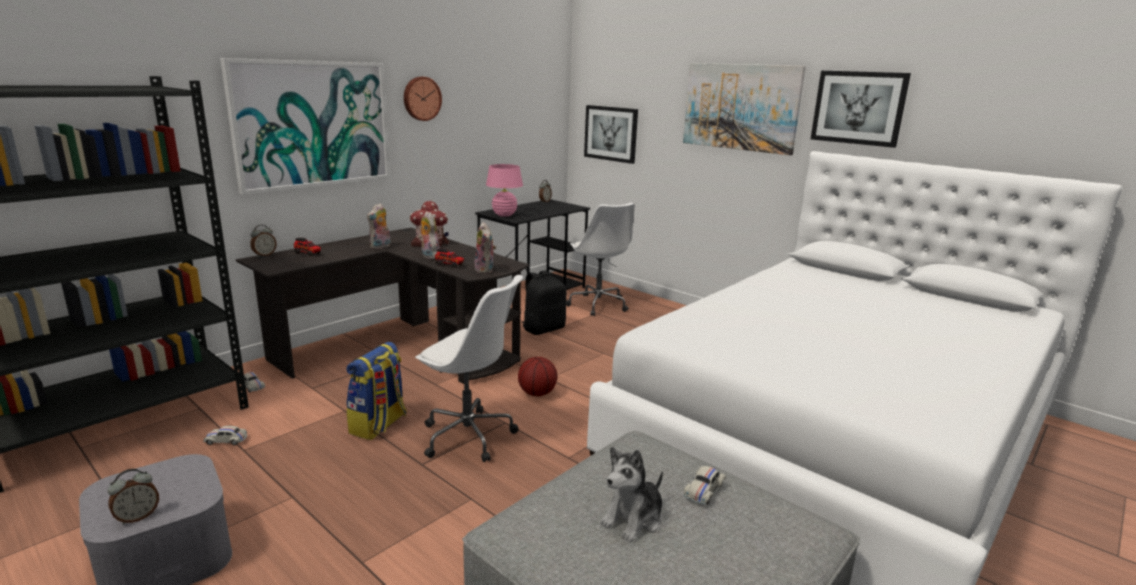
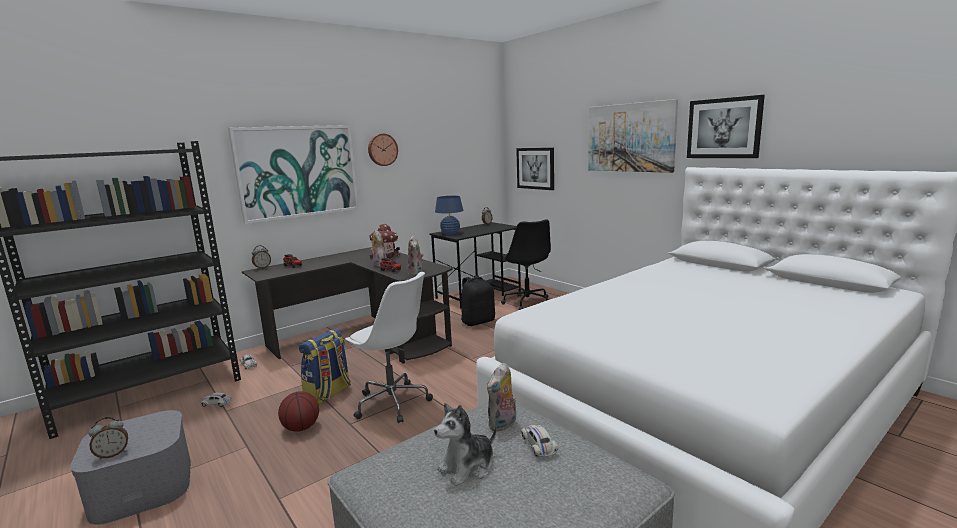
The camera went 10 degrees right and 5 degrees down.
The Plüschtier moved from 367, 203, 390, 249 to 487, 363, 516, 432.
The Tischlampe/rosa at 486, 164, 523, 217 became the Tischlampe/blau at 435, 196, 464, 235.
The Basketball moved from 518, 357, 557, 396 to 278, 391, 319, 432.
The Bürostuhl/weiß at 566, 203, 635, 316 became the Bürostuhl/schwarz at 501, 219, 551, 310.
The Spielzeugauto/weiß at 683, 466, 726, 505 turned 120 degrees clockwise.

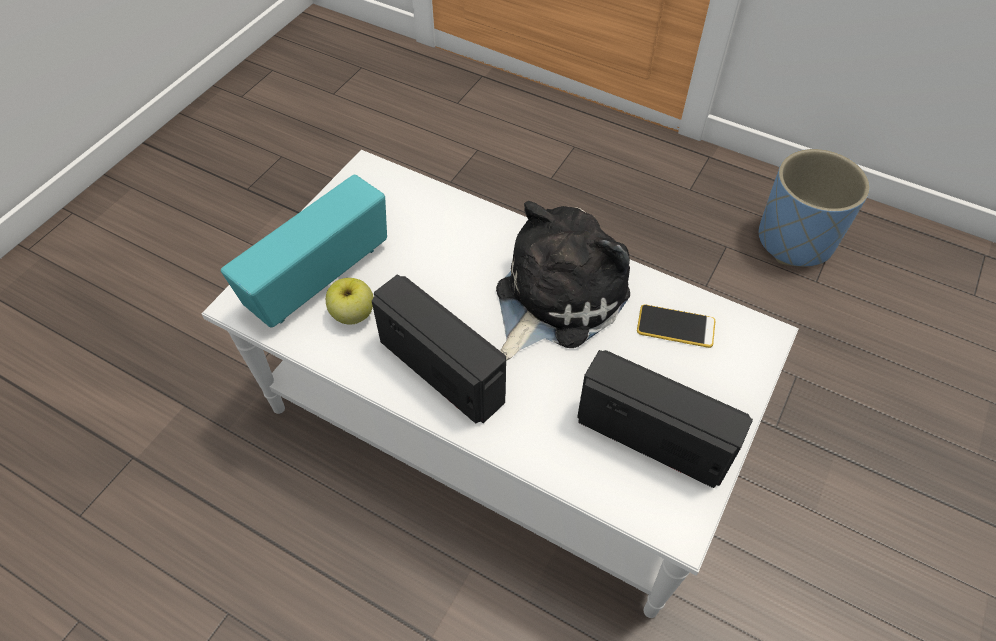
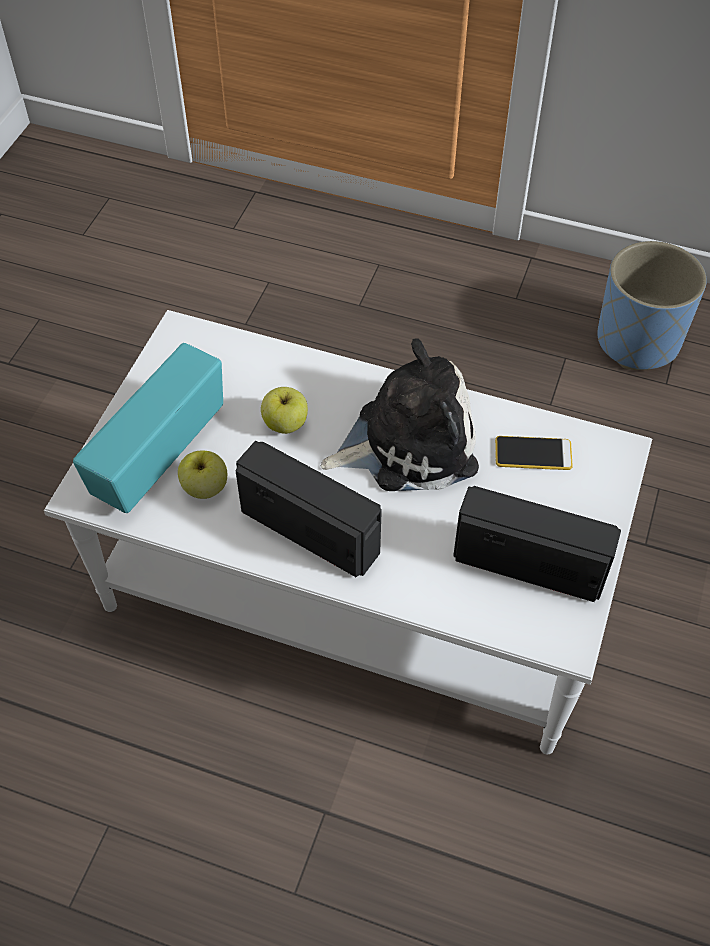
The camera went 10 degrees left and 0 degrees up.
The Plüschtier at 496, 201, 630, 360 turned 45 degrees clockwise.
The Apfel at 261, 387, 308, 434 appeared.

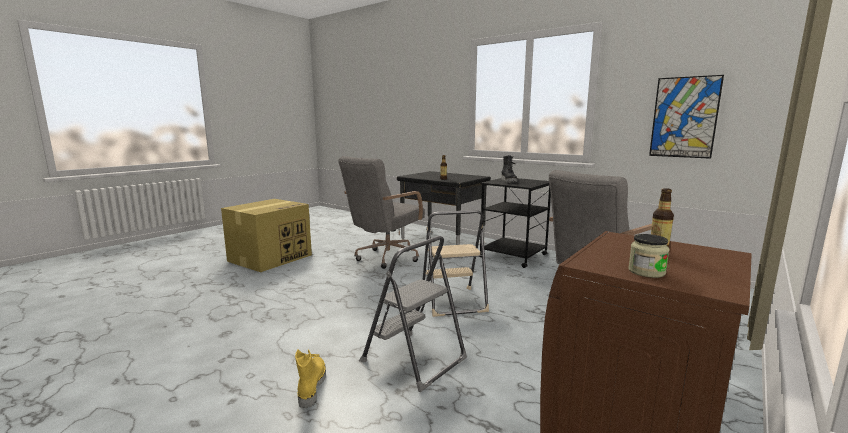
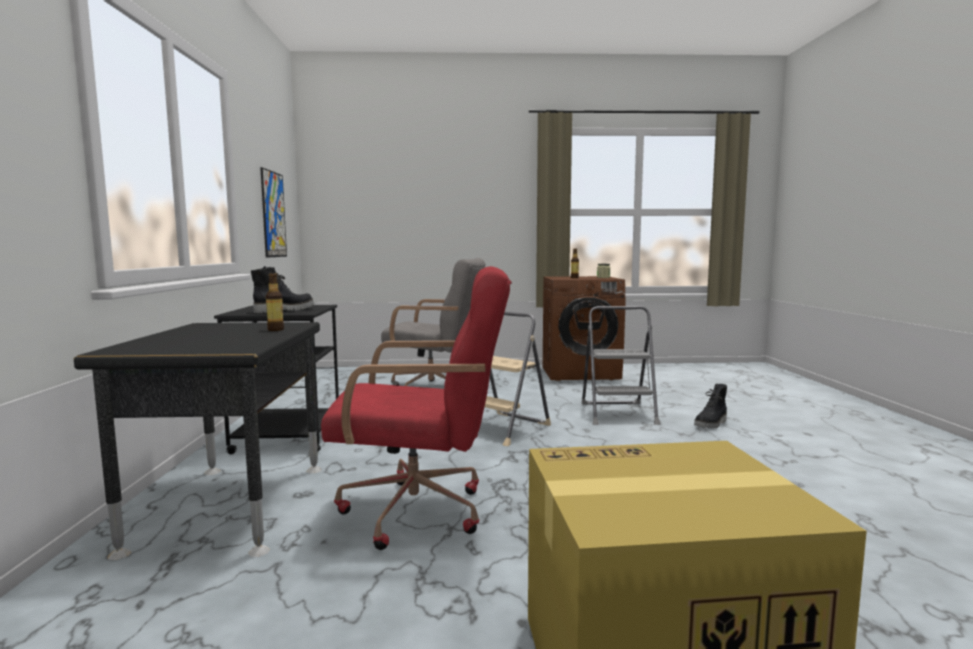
The camera went 130 degrees left and 5 degrees down.
The Stiefel/gelb at 295, 349, 326, 408 became the Stiefel/schwarz at 694, 384, 727, 428.
The Bürostuhl/grau at 338, 156, 425, 269 became the Bürostuhl/rot at 321, 266, 512, 550.

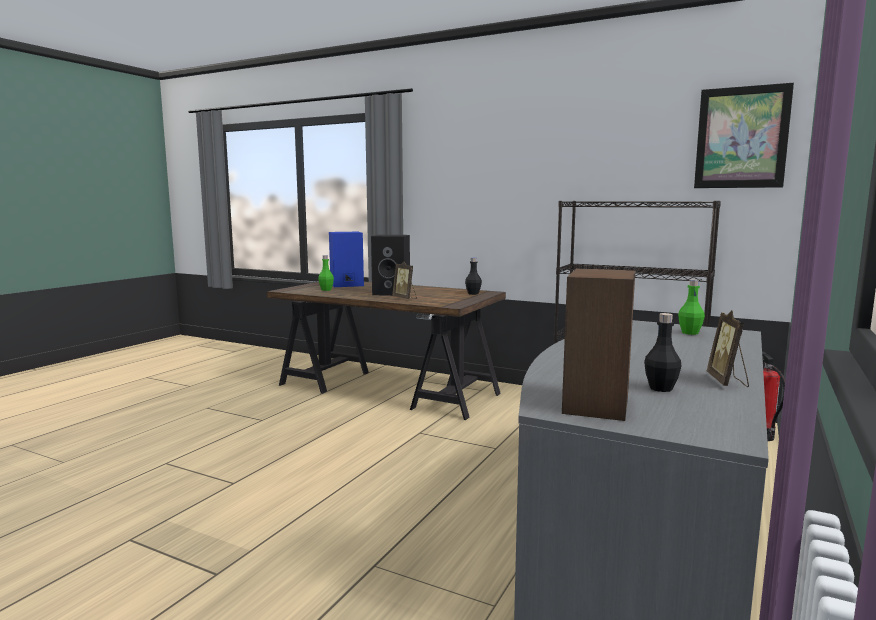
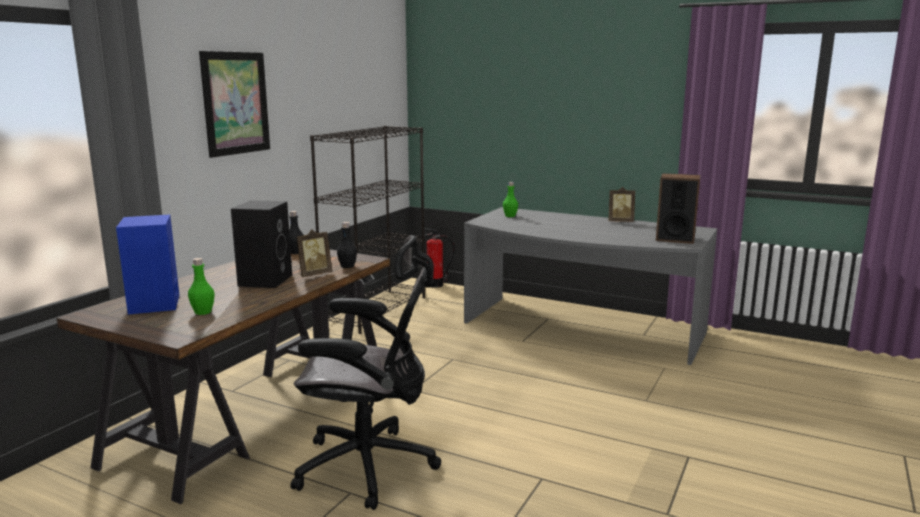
The camera went 90 degrees left and 5 degrees up.
The Flasche/schwarz moved from 644, 313, 681, 392 to 337, 222, 357, 268.
The Bild moved from 694, 83, 794, 188 to 199, 51, 270, 158.
The Bürostuhl at 290, 235, 441, 510 appeared.

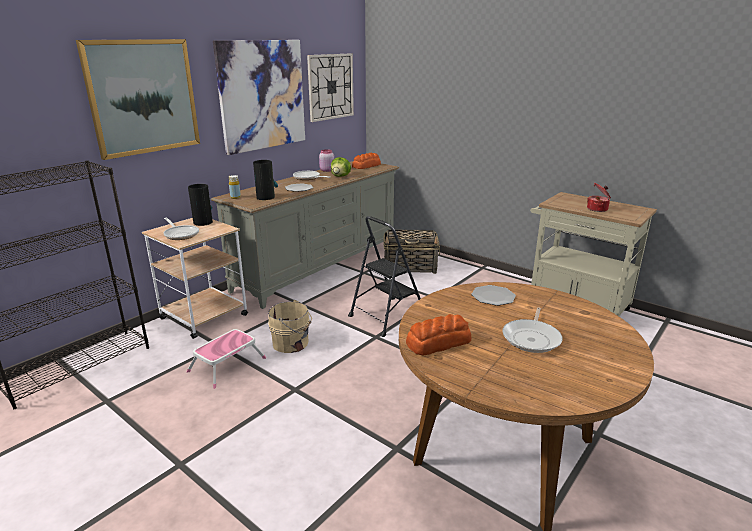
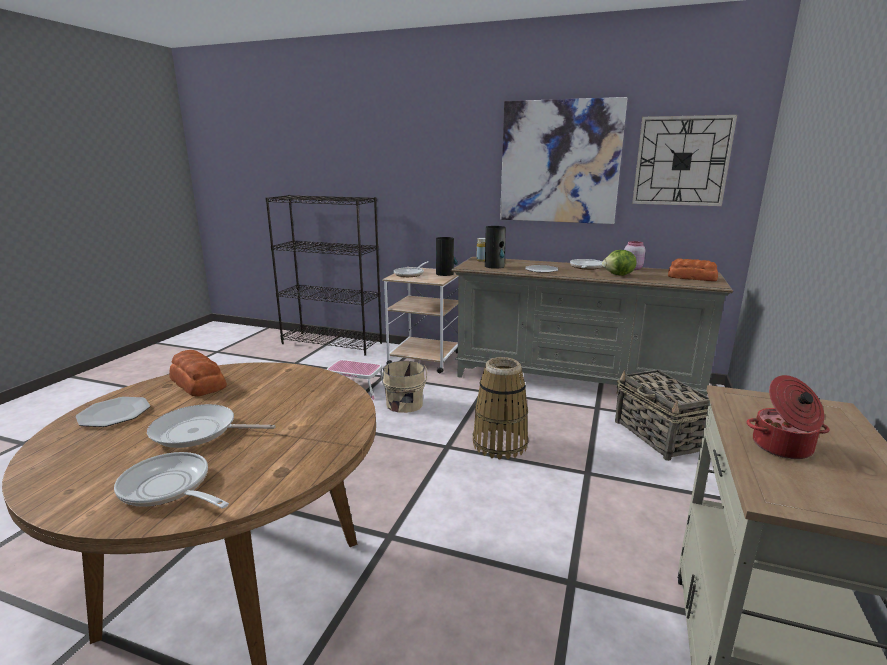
The camera went 70 degrees right and 5 degrees down.
The Bild at 76, 39, 200, 160 disappeared.
The Trittleiter/schwarz at 348, 216, 421, 337 was replaced by the Korb at 473, 357, 529, 459.
The Teller moved from 471, 285, 516, 306 to 76, 397, 150, 427.
The Pfanne at 114, 452, 229, 508 appeared.

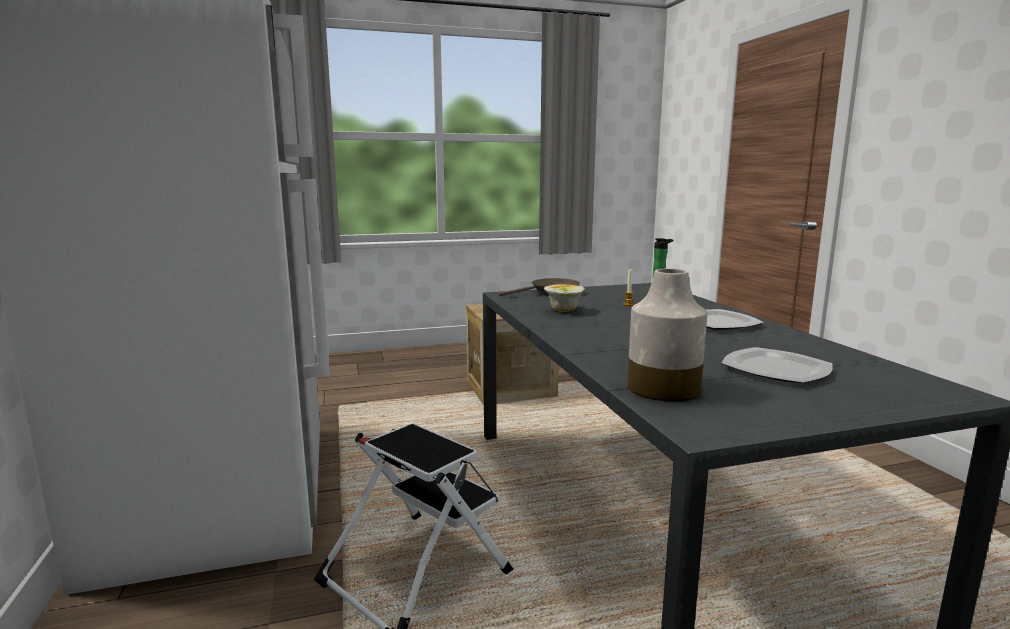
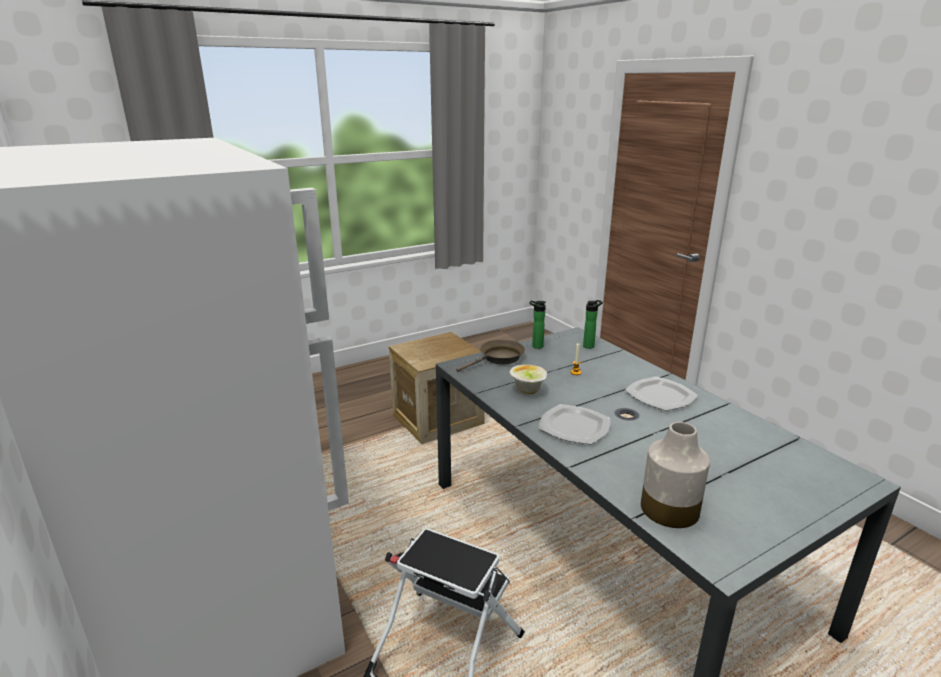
The camera went 15 degrees left and 10 degrees up.
The Teller moved from 722, 347, 832, 383 to 538, 404, 610, 444.
The Flasche at 530, 301, 546, 349 appeared.

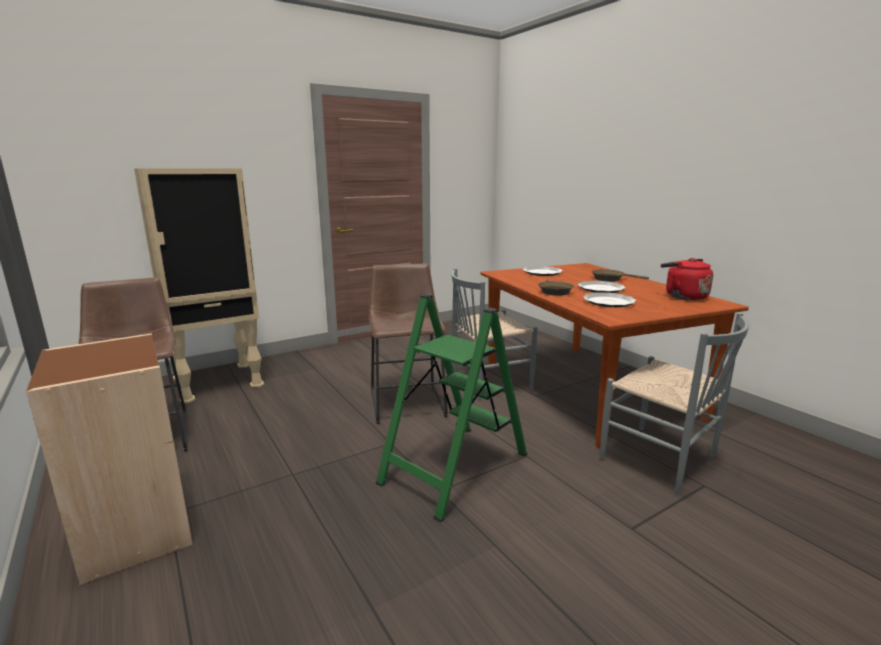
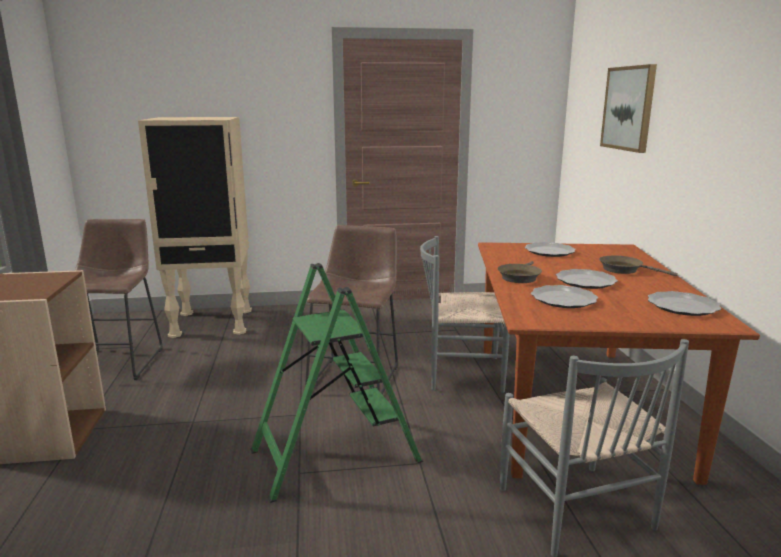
The camera went 25 degrees right and 0 degrees up.
The Wasserkessel/rot at 661, 258, 713, 300 was replaced by the Teller at 648, 291, 722, 316.
The Bild at 600, 64, 657, 153 appeared.

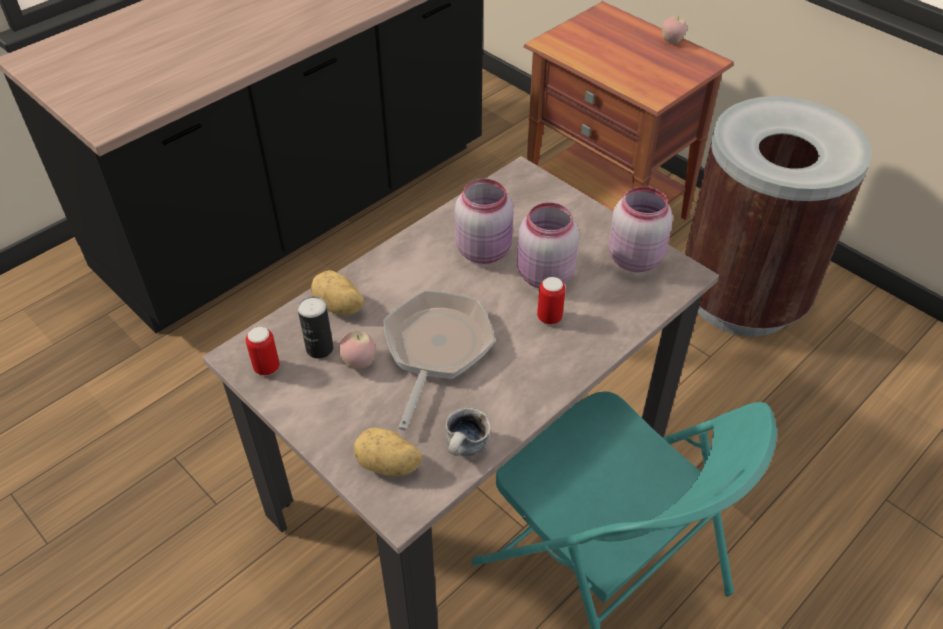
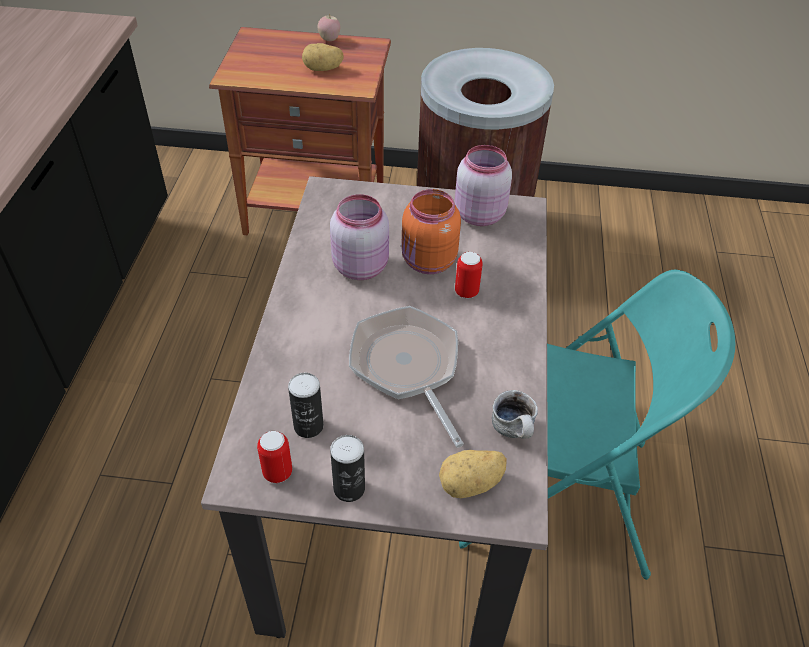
The camera went 40 degrees left and 0 degrees up.
The Kartoffel moved from 311, 270, 364, 316 to 302, 43, 344, 71.
The Apfel at 339, 331, 376, 369 disappeared.
The Vorratsglas/rosa at 517, 202, 579, 288 became the Vorratsglas/orange at 401, 189, 461, 274.
The Dose at 330, 435, 365, 502 appeared.

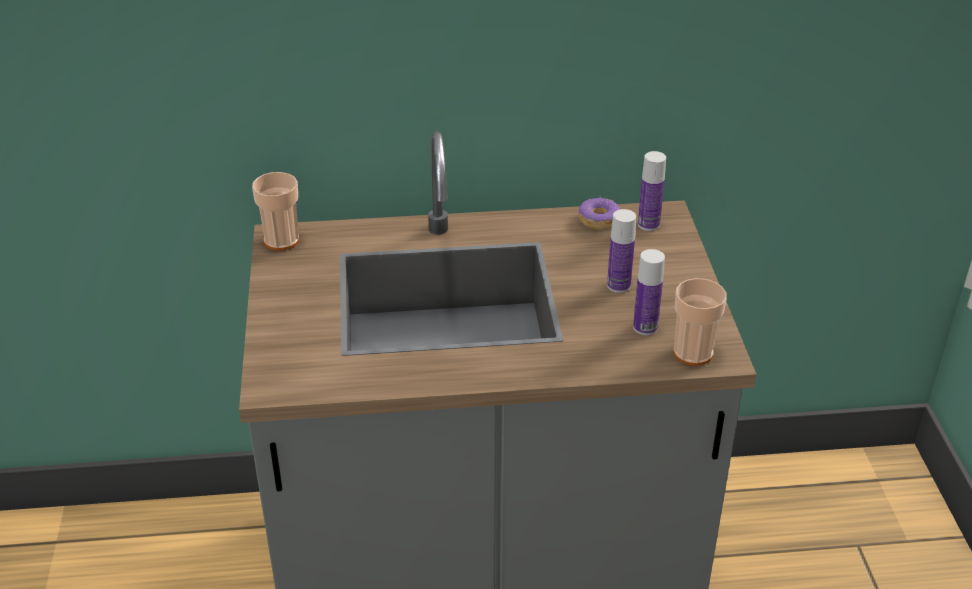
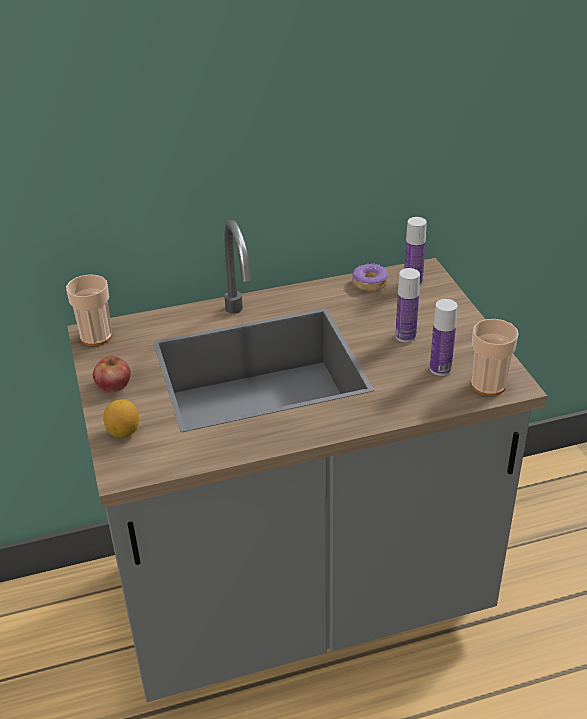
The camera went 10 degrees left and 0 degrees up.
The Apfel at 93, 357, 131, 392 appeared.
The Zitrone at 103, 399, 139, 438 appeared.

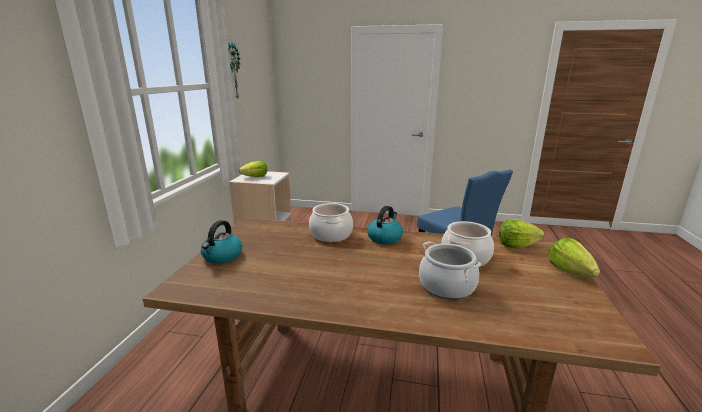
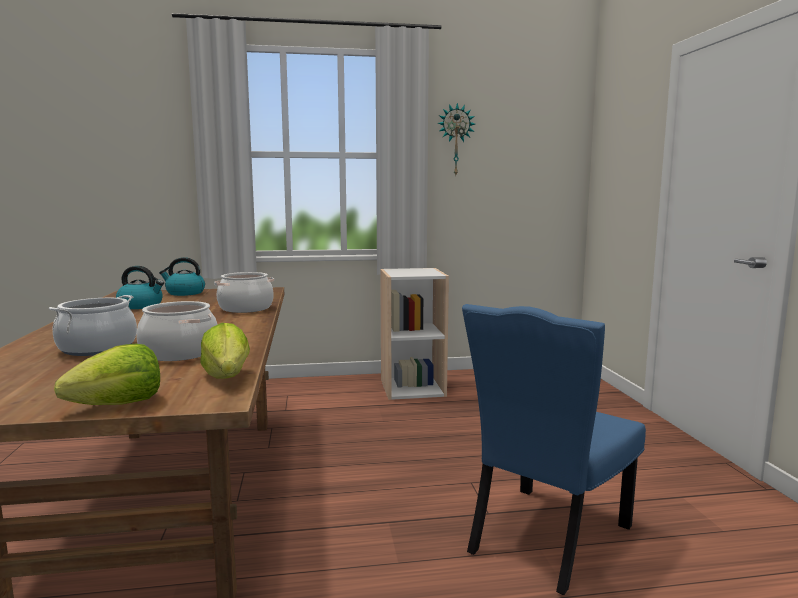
The camera went 70 degrees right and 10 degrees down.
The Salatkopf at 239, 161, 267, 177 disappeared.
The Wasserkessel moved from 367, 206, 403, 245 to 116, 266, 164, 309.

